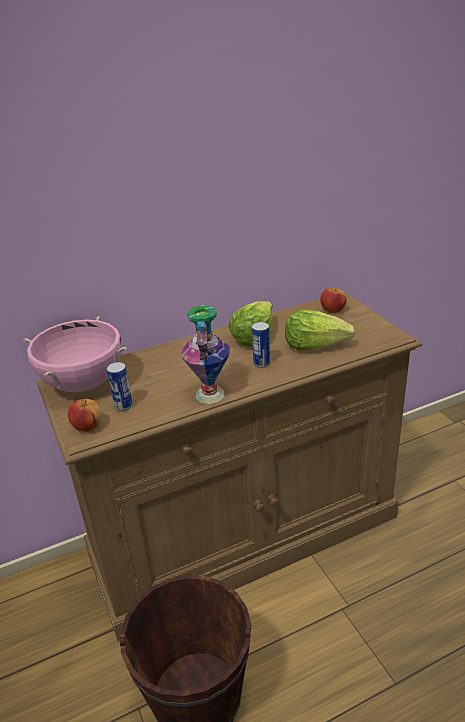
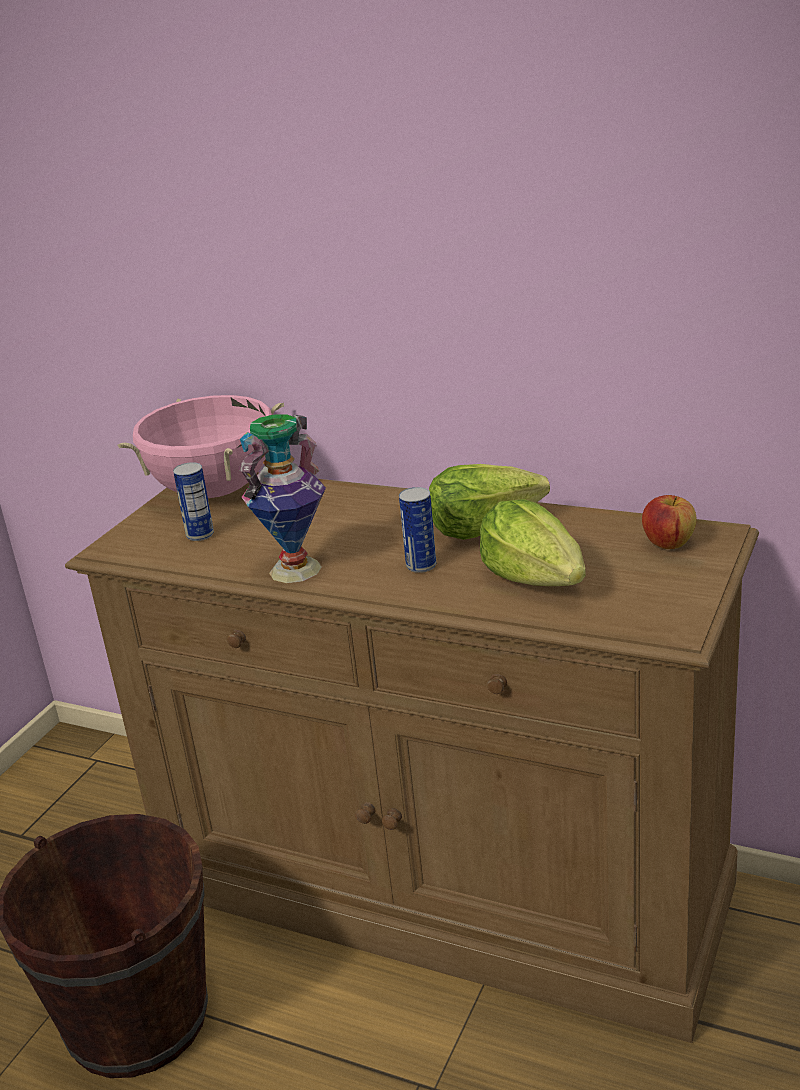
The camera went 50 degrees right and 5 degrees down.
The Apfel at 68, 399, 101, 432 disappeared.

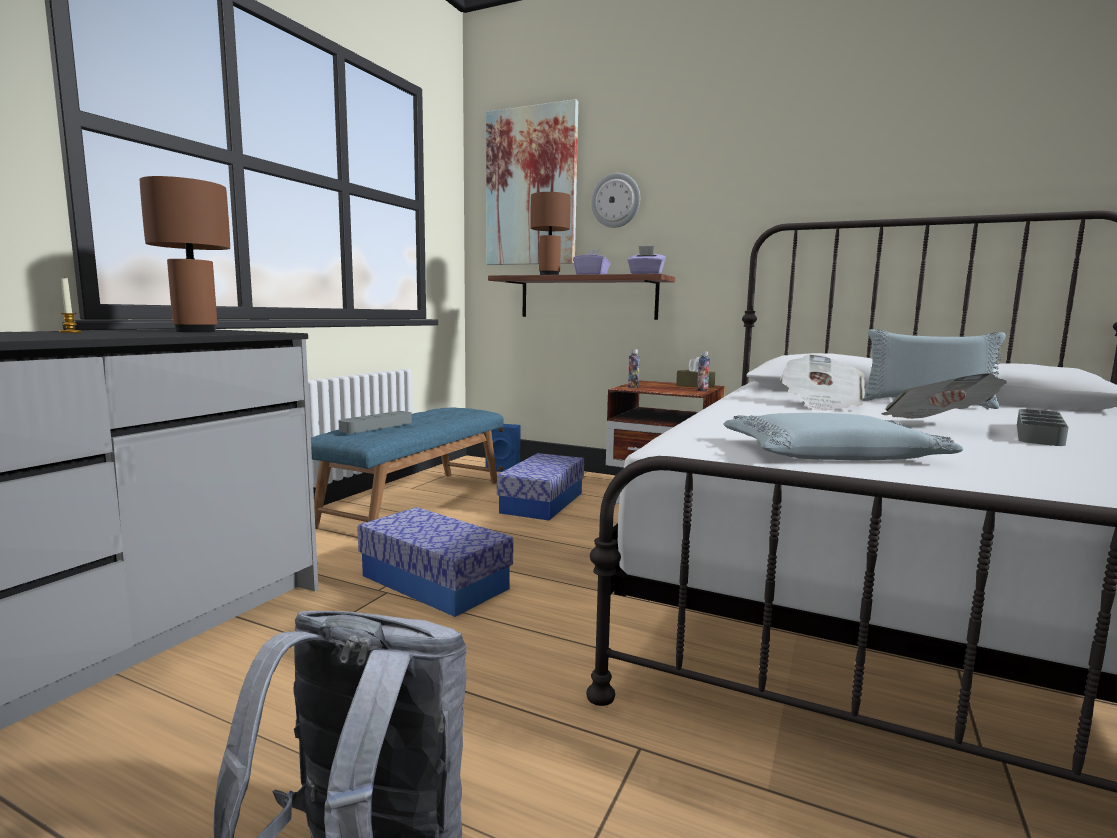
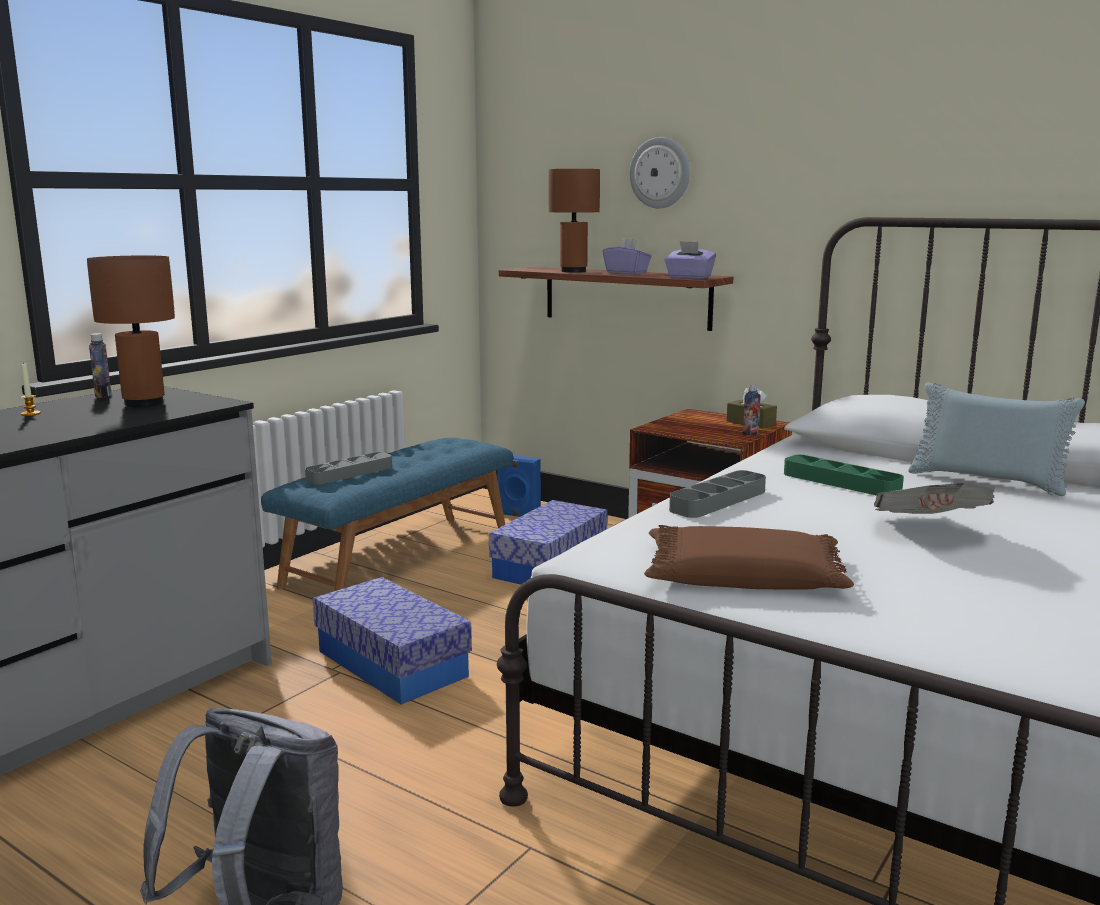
The camera went 10 degrees right and 5 degrees up.
The Bild at 486, 99, 578, 265 disappeared.
The Flasche moved from 628, 349, 640, 388 to 89, 333, 112, 398.
The Kissen/blau at 723, 413, 964, 460 became the Kissen/braun at 644, 525, 854, 590.
The Zeitung at 780, 354, 865, 411 was replaced by the Tablett/grün at 784, 455, 904, 496.
The Tablett/grau moved from 1017, 409, 1069, 446 to 669, 470, 766, 518.

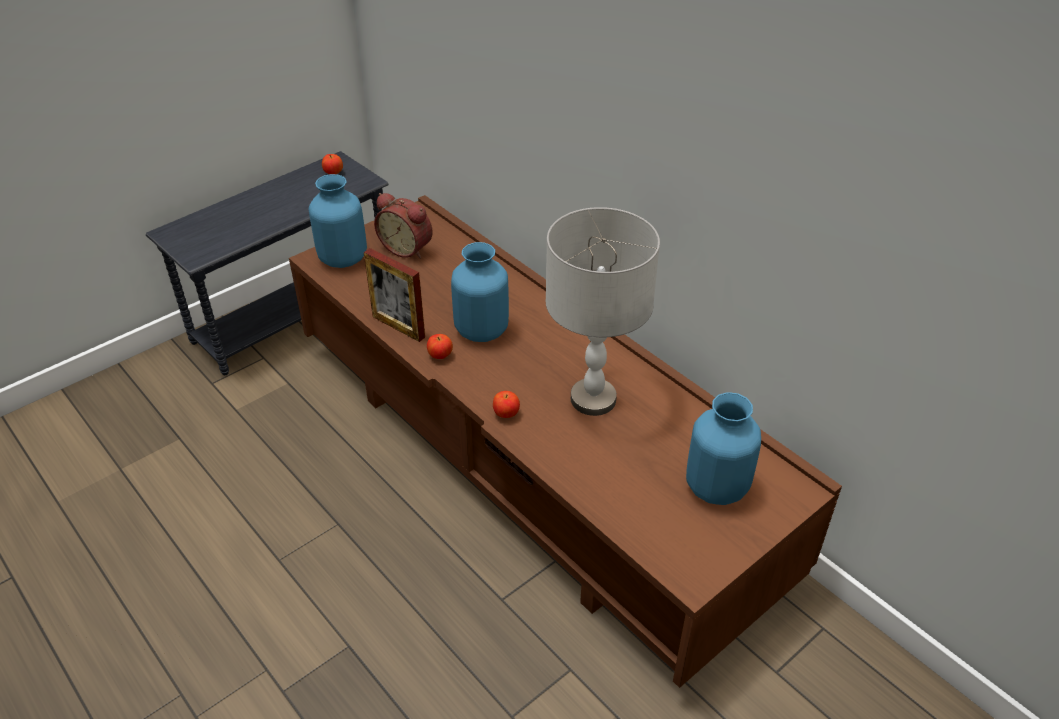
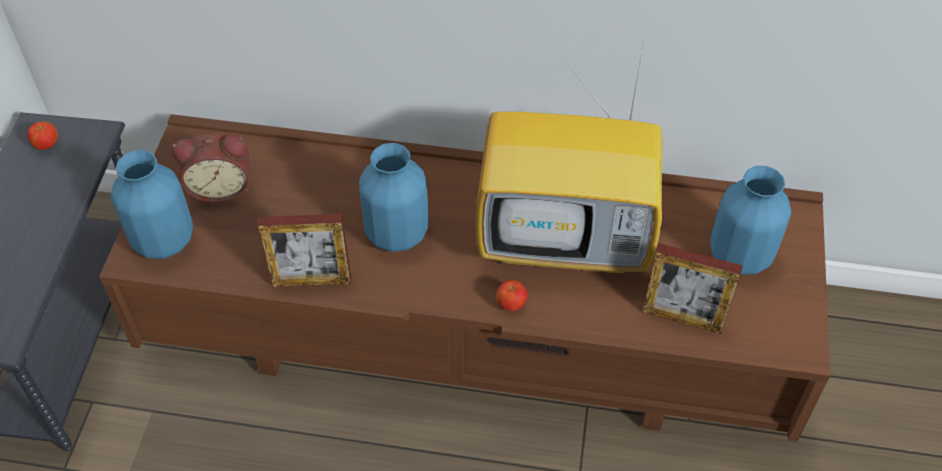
The camera went 40 degrees left and 10 degrees up.
The Apfel at 427, 334, 453, 359 disappeared.
The Tischlampe/grau at 546, 207, 660, 416 was replaced by the Fernseher at 475, 41, 662, 274.
The Bilderrahmen at 643, 243, 743, 334 appeared.

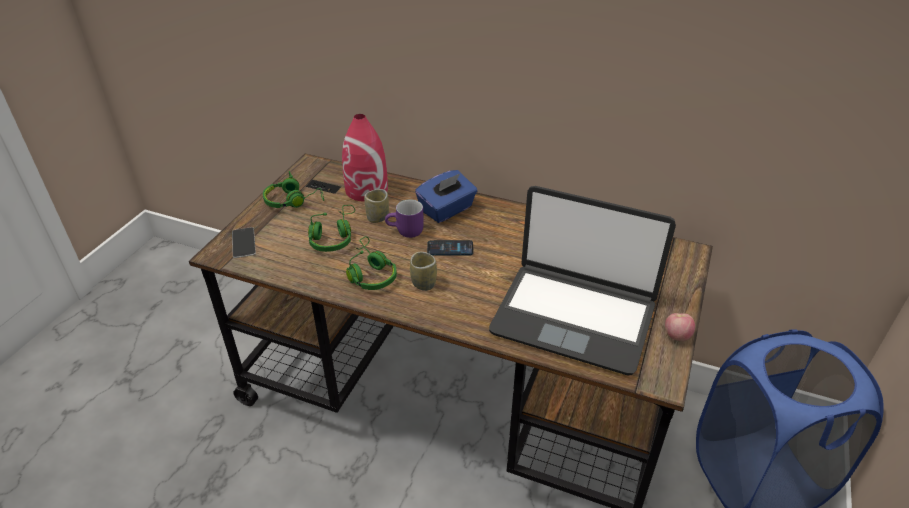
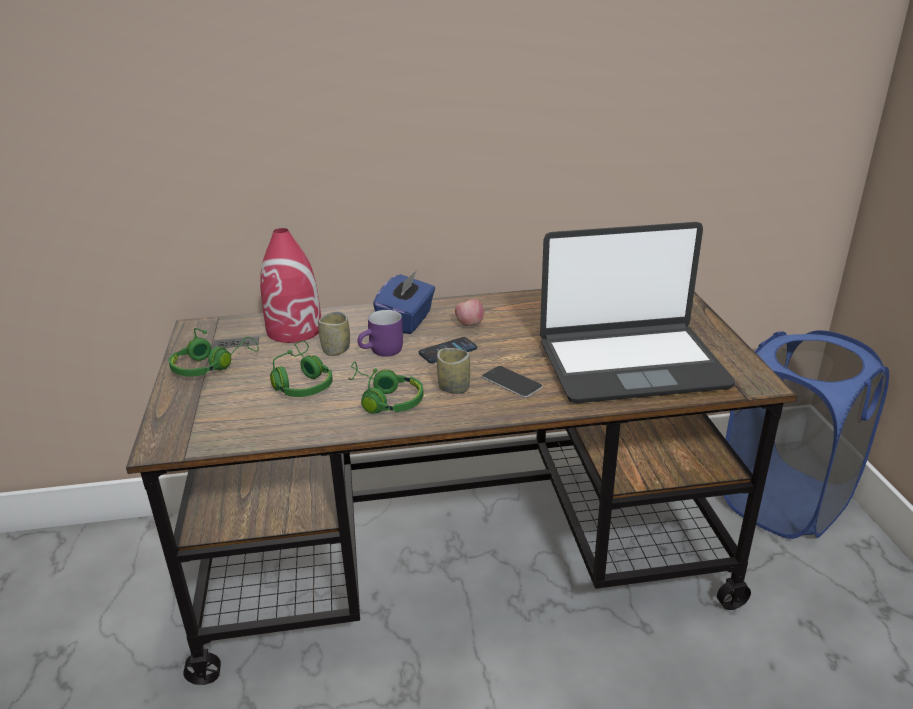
The camera went 30 degrees left and 10 degrees down.
The Handy moved from 232, 227, 256, 258 to 481, 366, 543, 398.
The Apfel moved from 665, 313, 695, 341 to 455, 299, 484, 326.

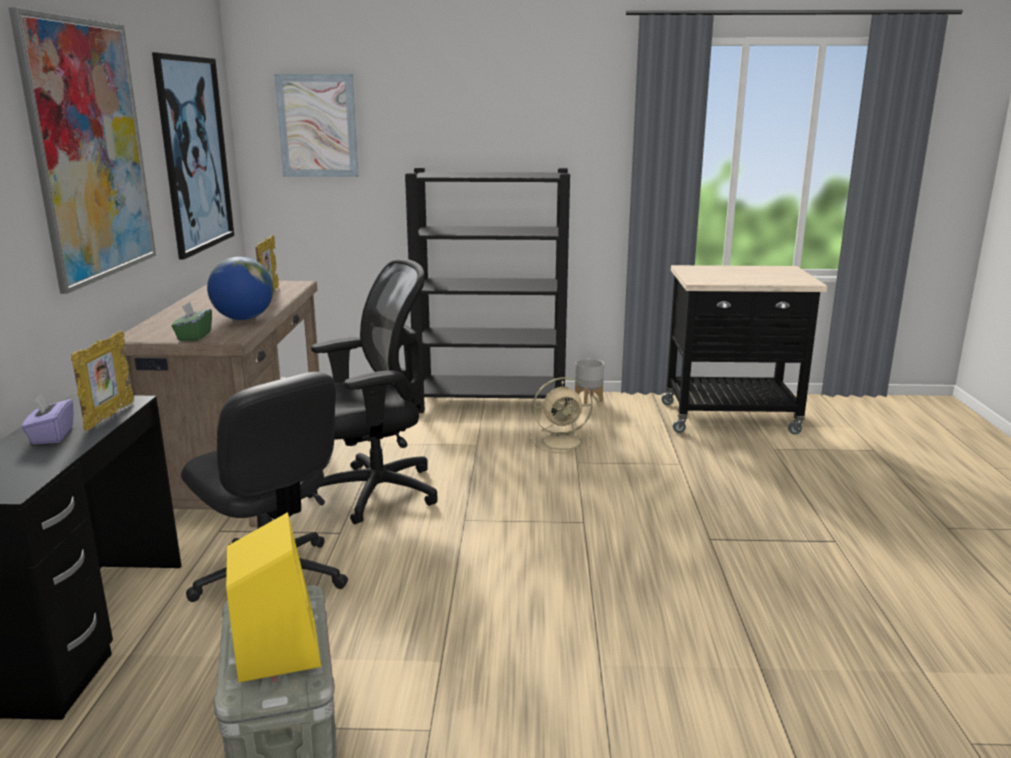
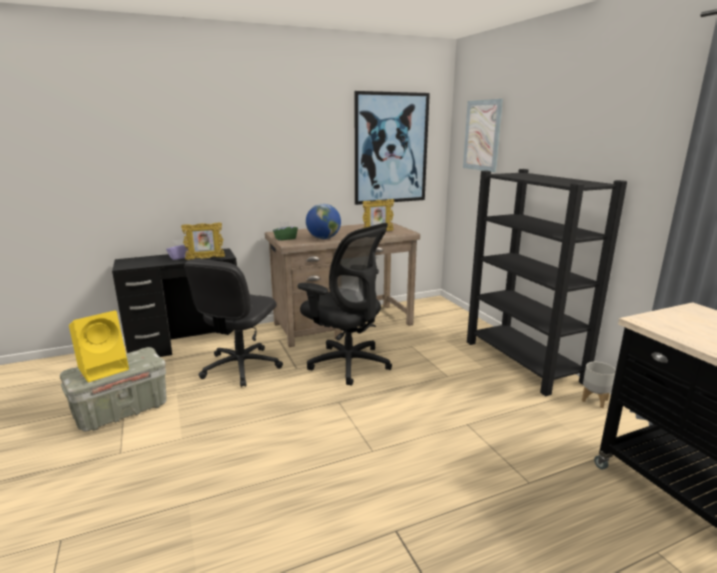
The camera went 65 degrees right and 0 degrees up.
The Bild at 9, 7, 156, 294 disappeared.
The Ventilator/beige at 529, 377, 593, 453 disappeared.

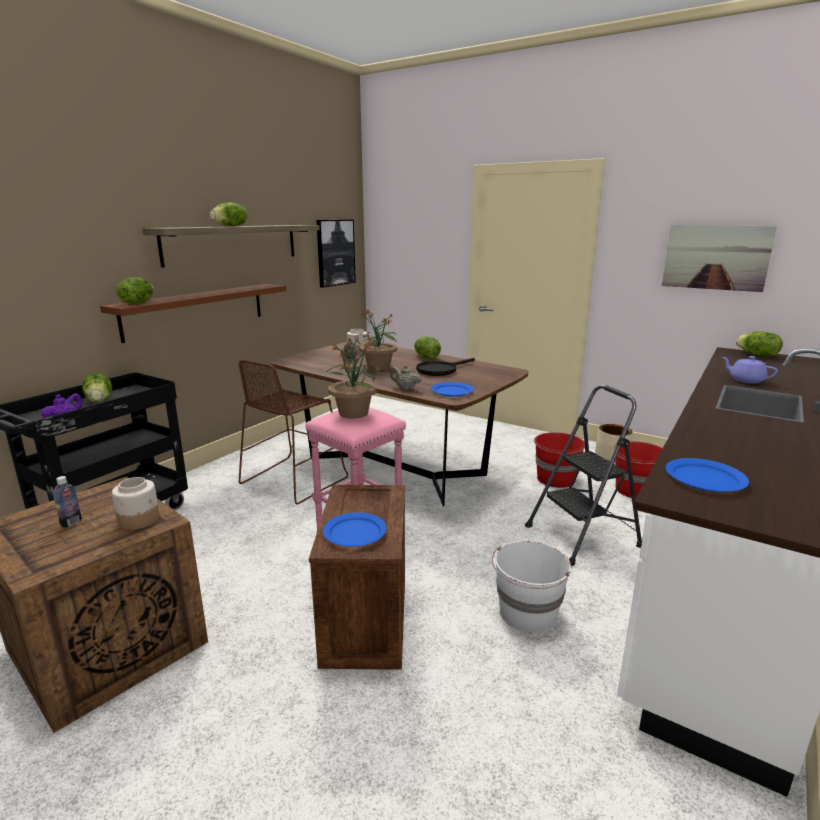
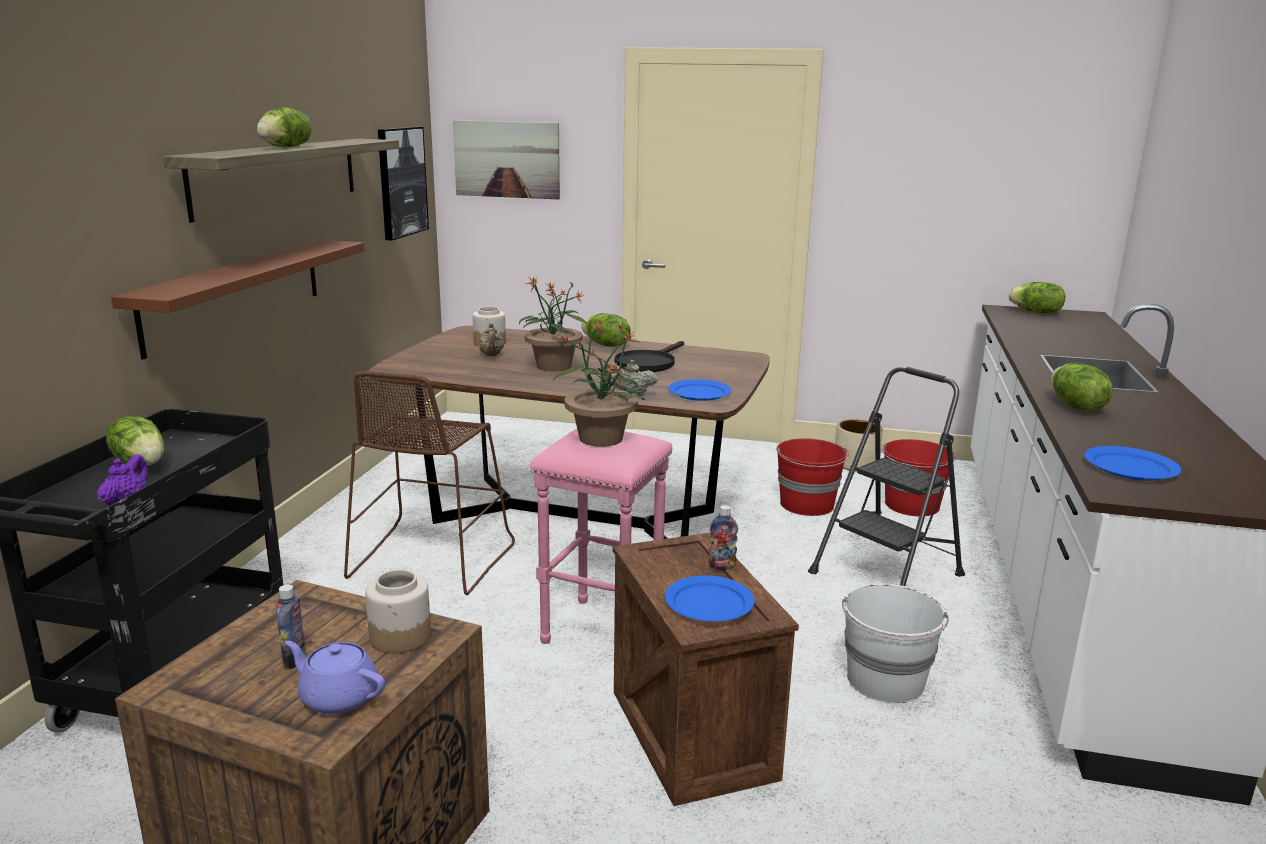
The camera went 20 degrees left and 0 degrees up.
The Salatkopf moved from 116, 277, 154, 304 to 1051, 363, 1113, 411.
The Bild moved from 662, 225, 777, 292 to 453, 120, 560, 200.
The Teekanne/lila moved from 722, 356, 778, 383 to 285, 641, 385, 714.
The Flasche at 708, 505, 738, 570 appeared.

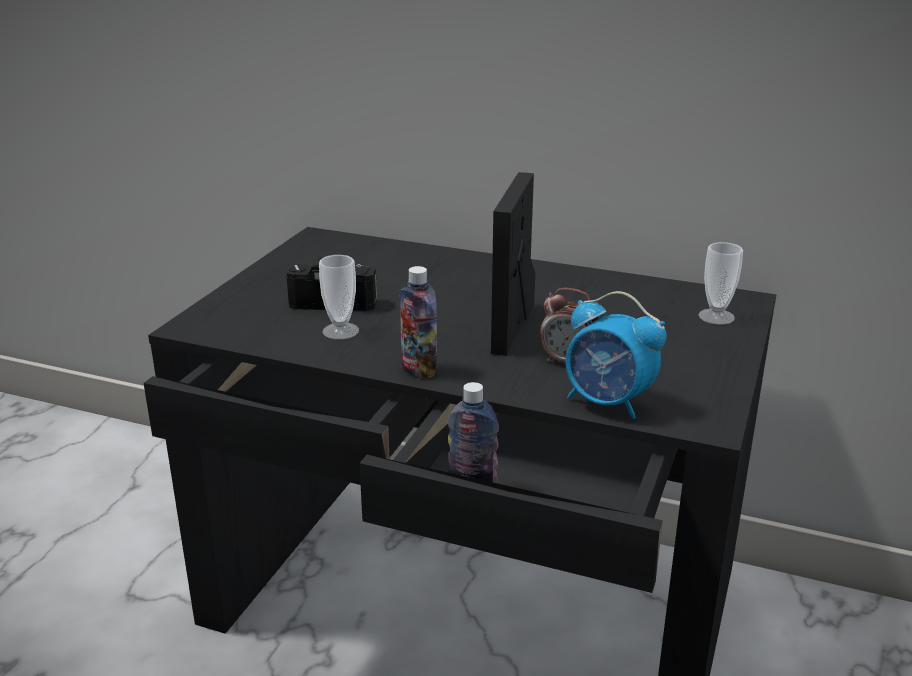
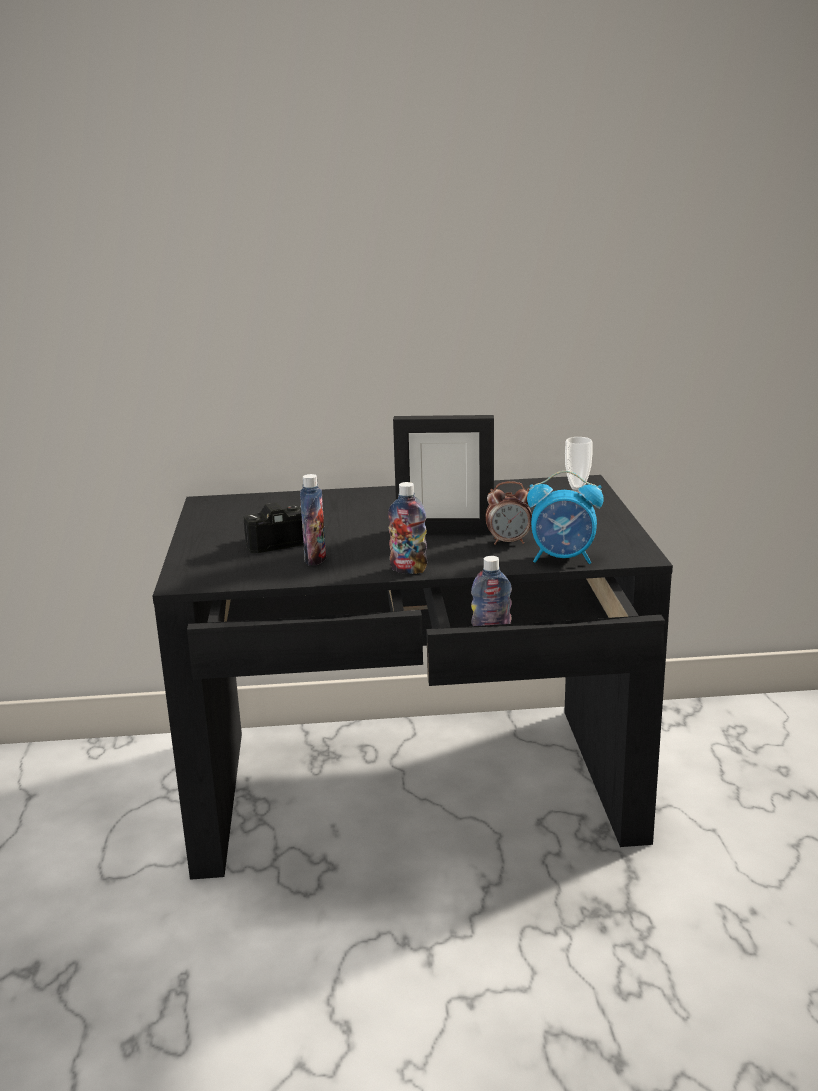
The camera went 25 degrees left and 5 degrees down.
The Tasse at 319, 255, 359, 340 was replaced by the Flasche at 300, 474, 326, 565.
The Bilderrahmen at 491, 172, 535, 356 turned 75 degrees counterclockwise.

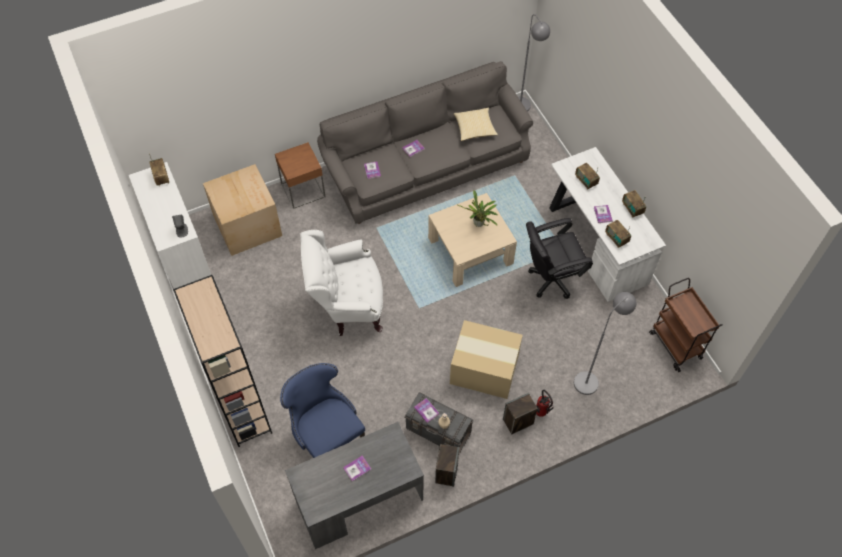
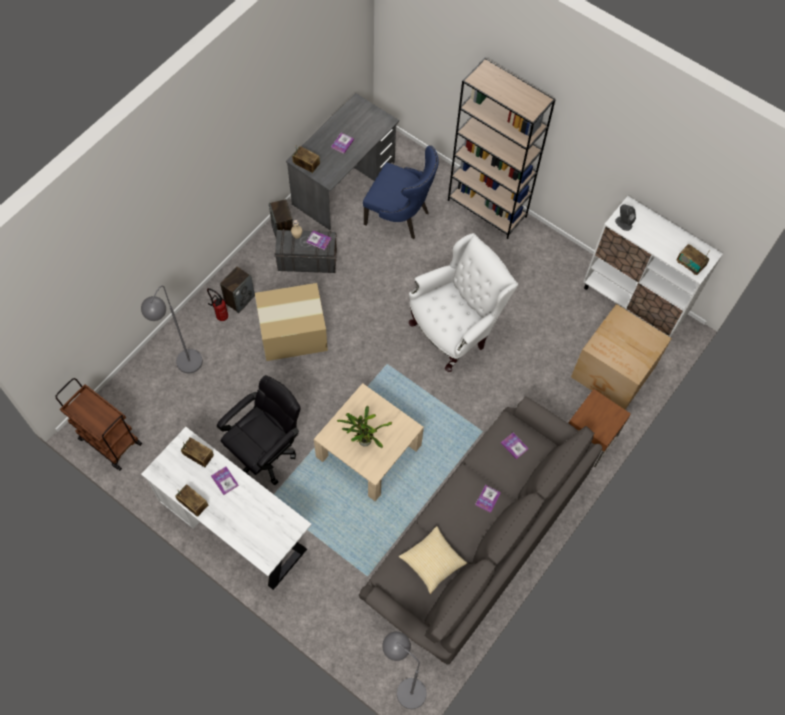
The camera went 150 degrees right and 5 degrees up.
The Radio moved from 575, 163, 600, 190 to 292, 146, 320, 173.

